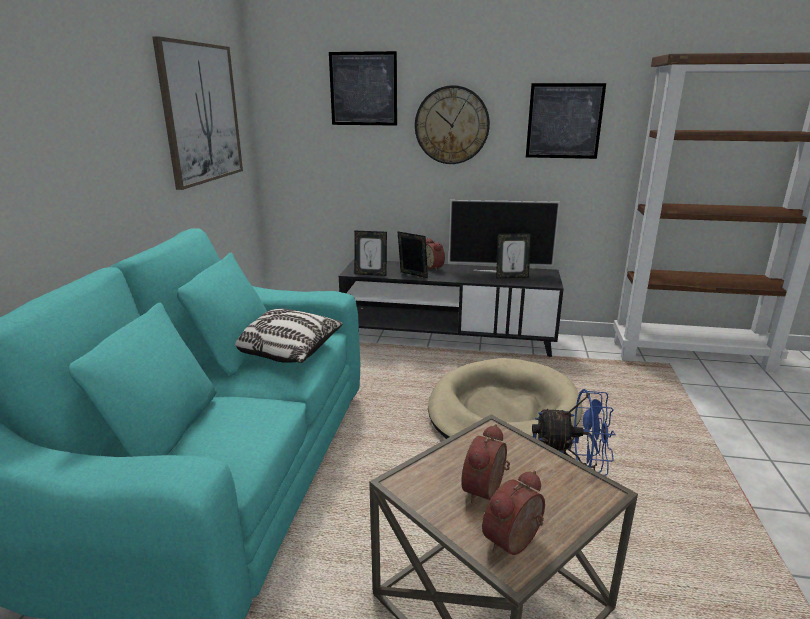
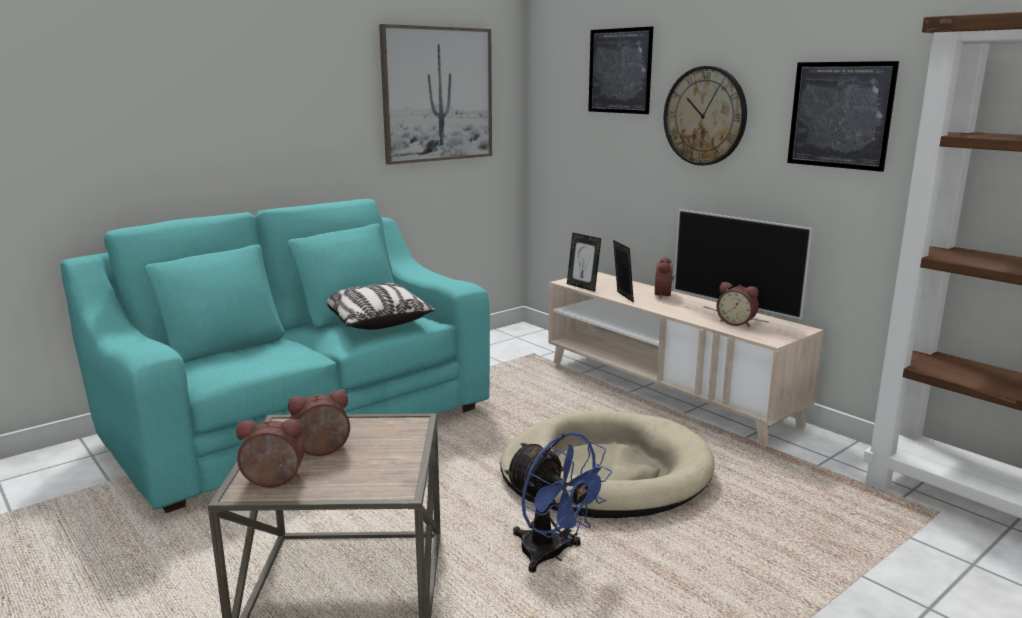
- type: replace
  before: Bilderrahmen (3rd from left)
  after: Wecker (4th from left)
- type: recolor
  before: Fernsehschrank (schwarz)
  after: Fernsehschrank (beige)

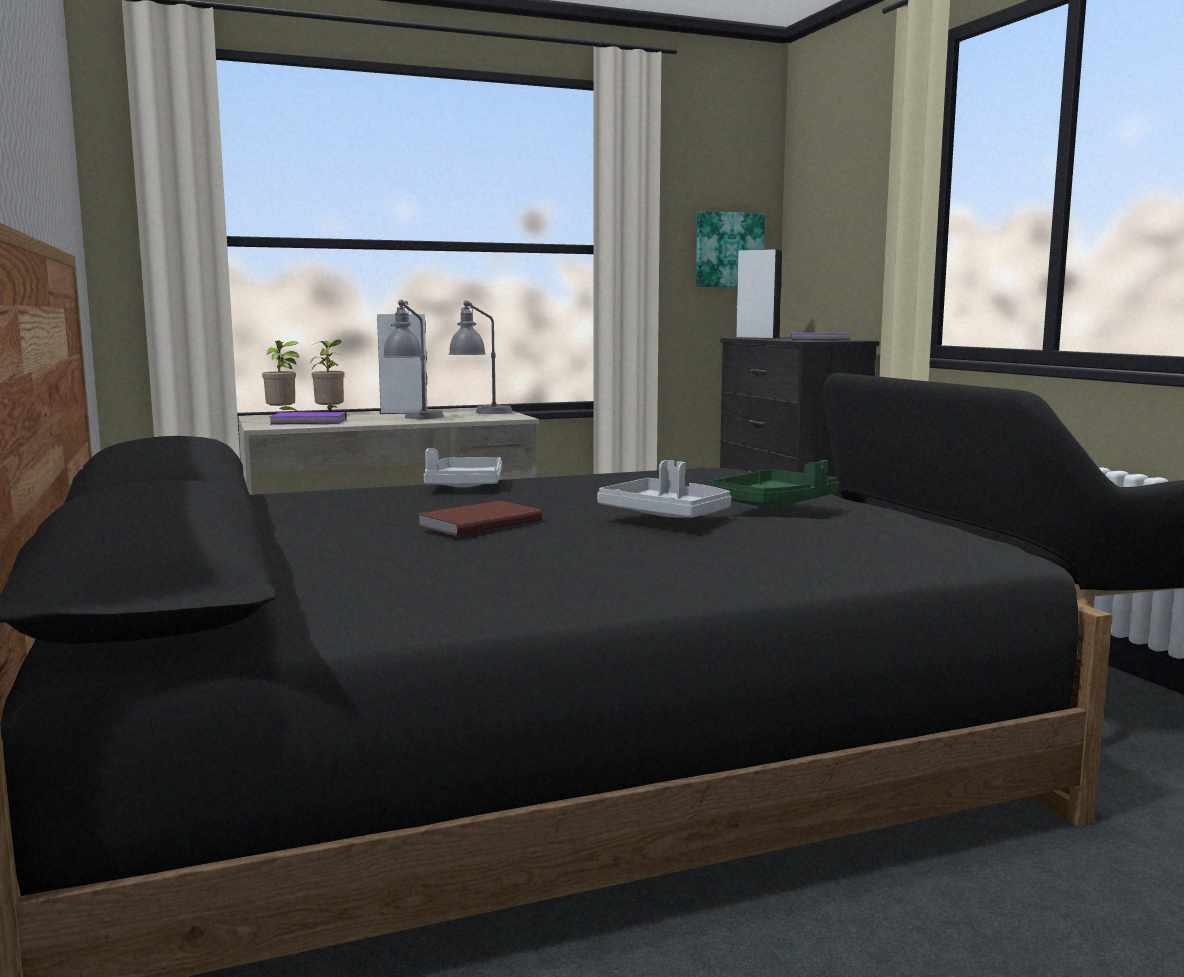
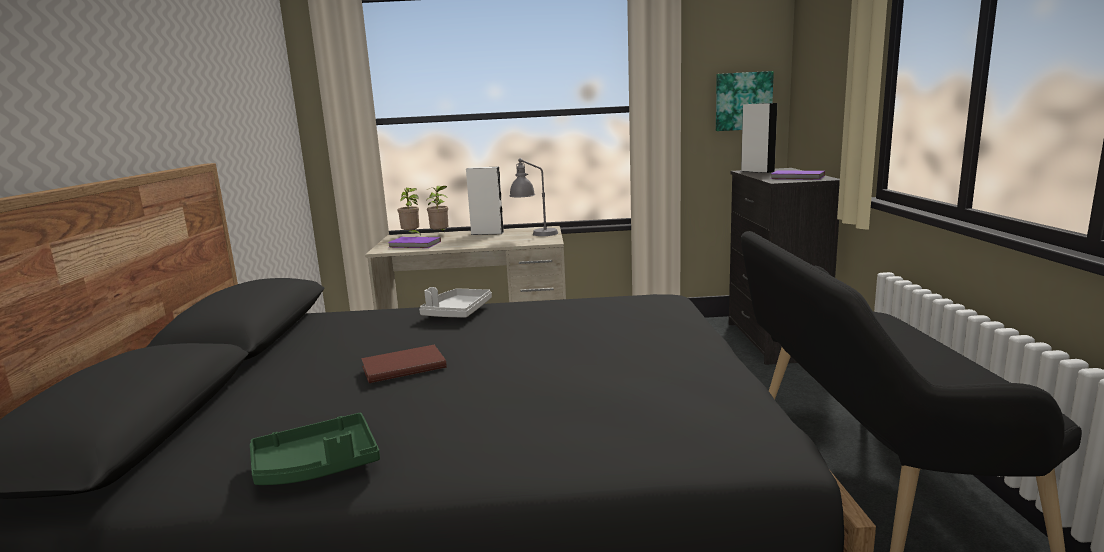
- type: delete
  before: Tischlampe (grau) (1st from left)
- type: delete
  before: Tablett (grau) (2nd from left)
- type: move
  before: Tablett (grün)

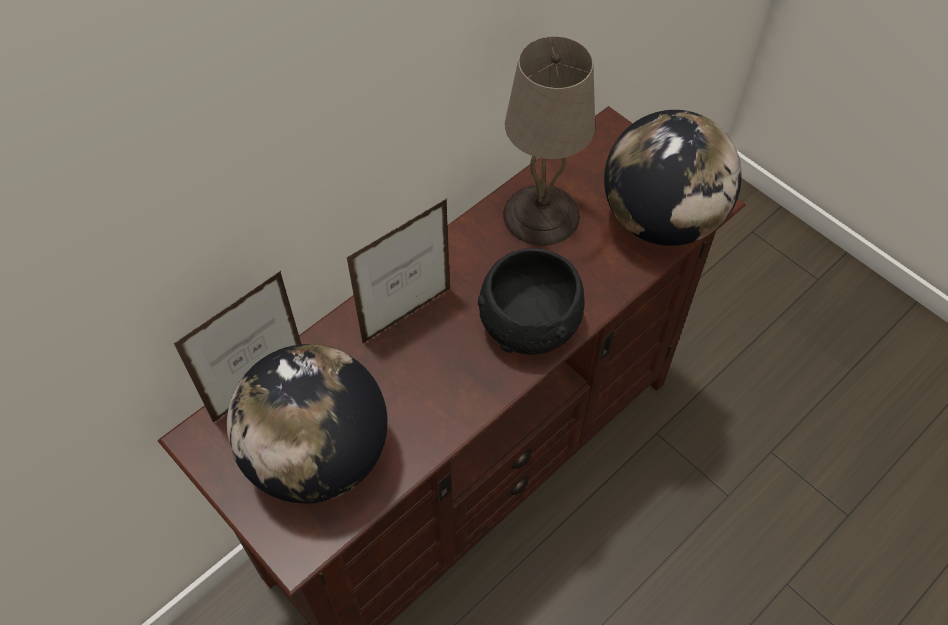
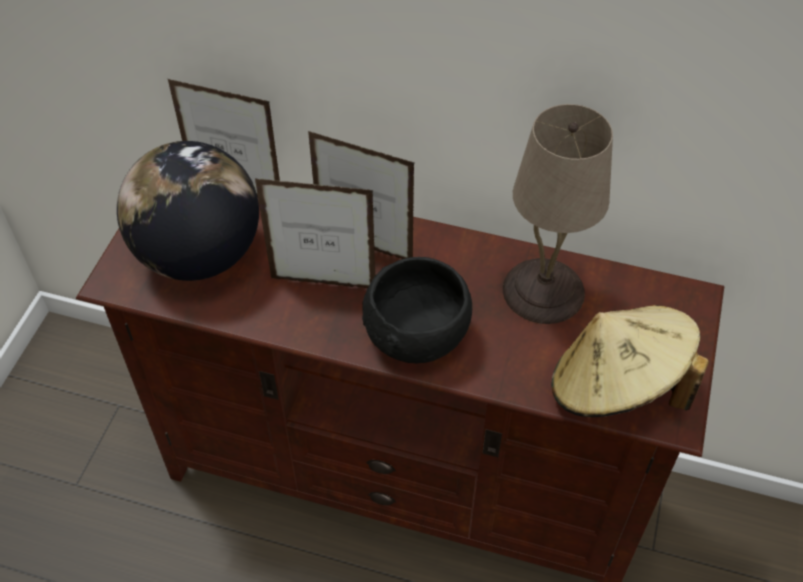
- type: replace
  before: Globus (2nd from left)
  after: Hut (beige)
- type: insert
  after: Bilderrahmen (2nd from left)

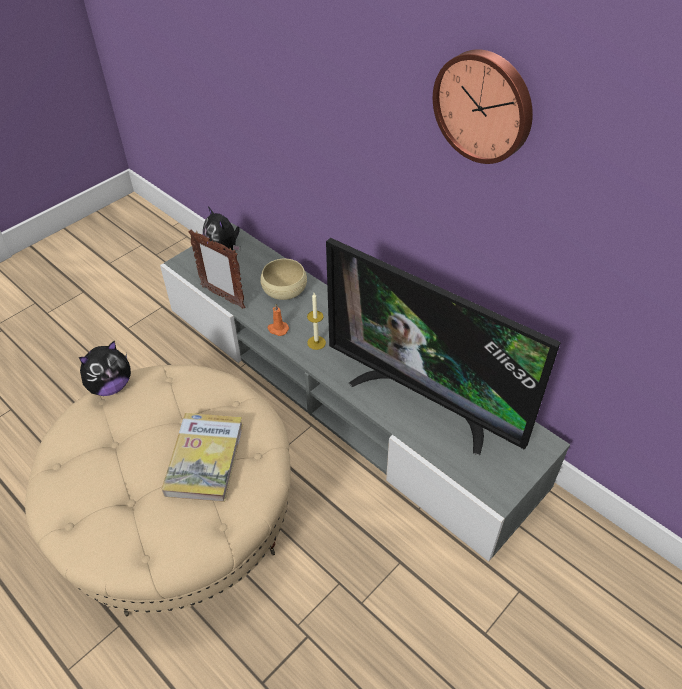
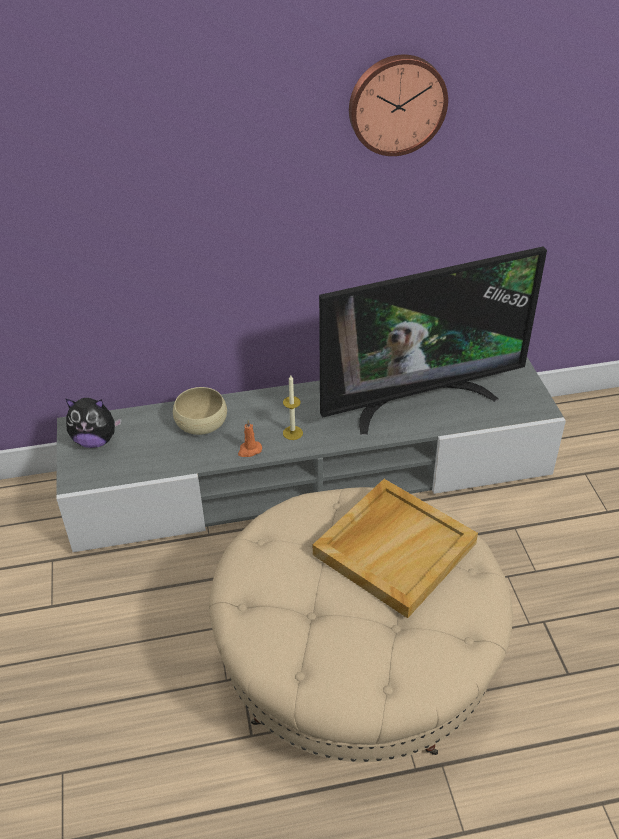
- type: delete
  before: Bilderrahmen
- type: delete
  before: Plüschtier (1st from left)
- type: replace
  before: Buch
  after: Tablett (beige)

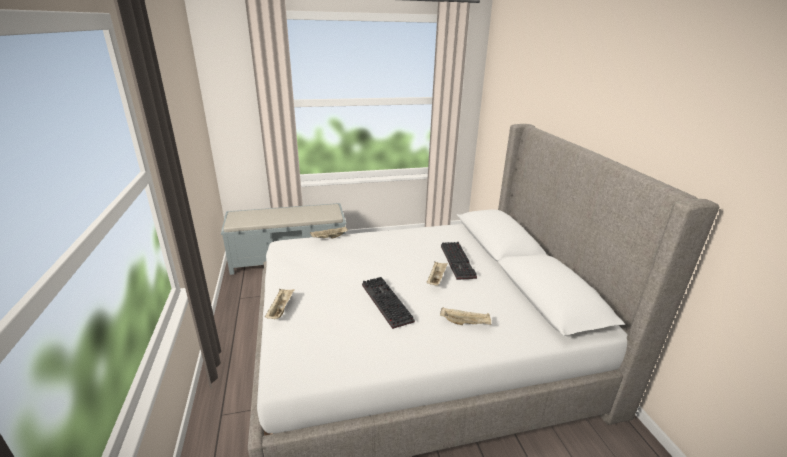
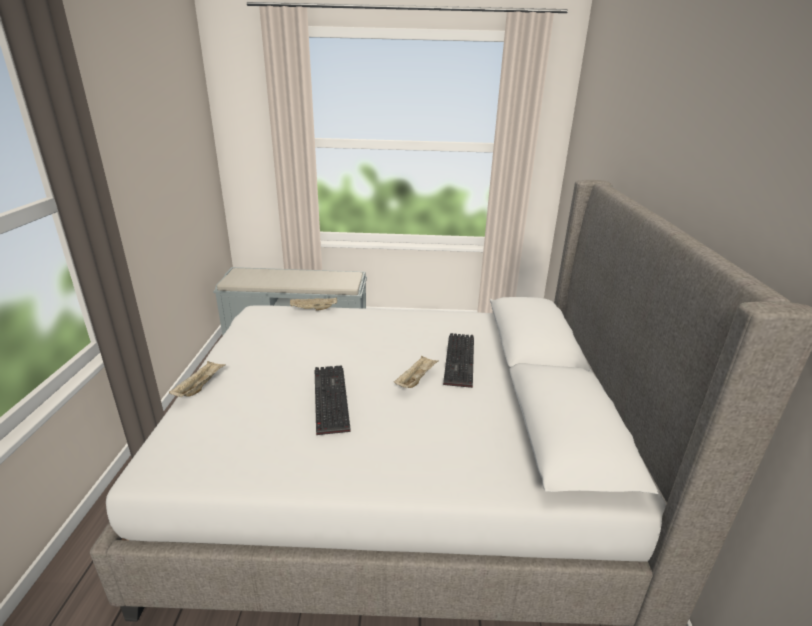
- type: delete
  before: Tablett (beige) (4th from left)

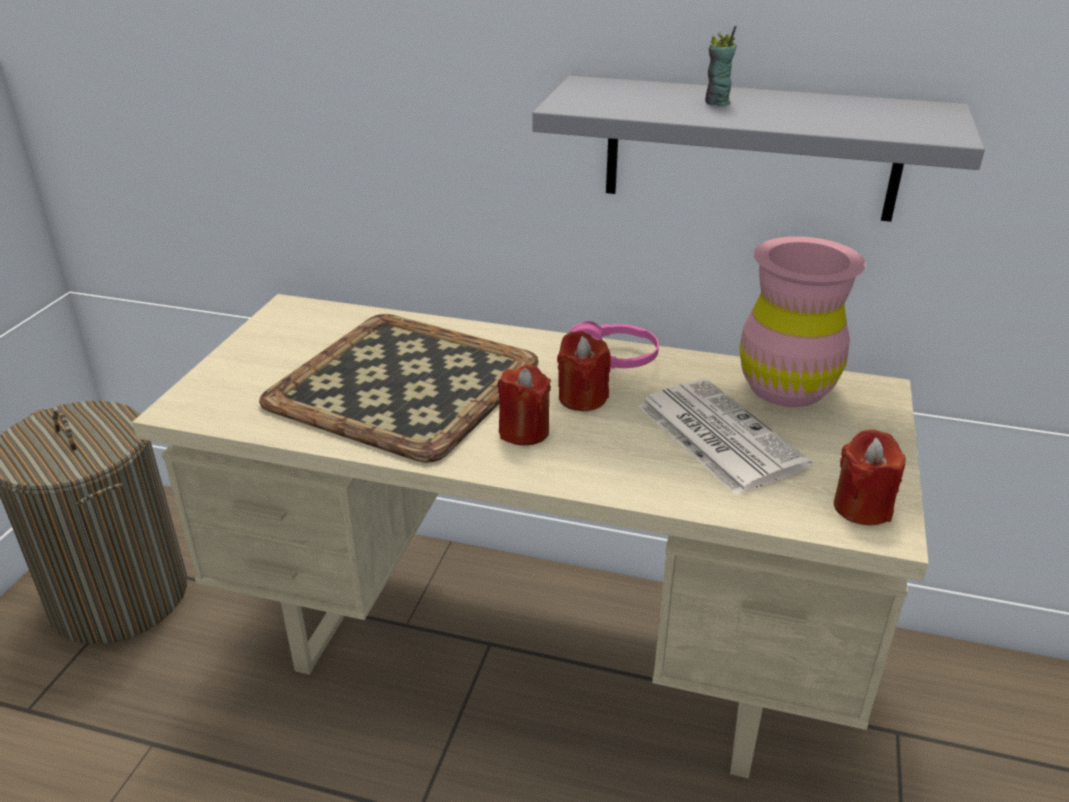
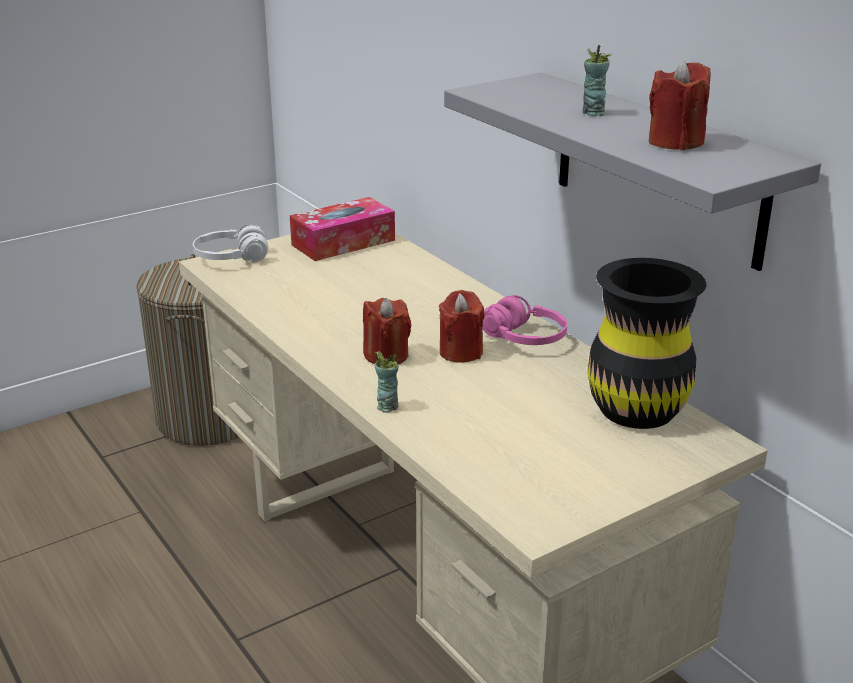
- type: recolor
  before: Vase (rosa)
  after: Vase (schwarz)
- type: delete
  before: Tablett
- type: delete
  before: Zeitung
- type: move
  before: Kerze (rot) (3rd from left)
- type: insert
  after: Taschentuchbox
- type: insert
  after: Kopfhörer (weiß)
- type: insert
  after: Tasse (1st from left)

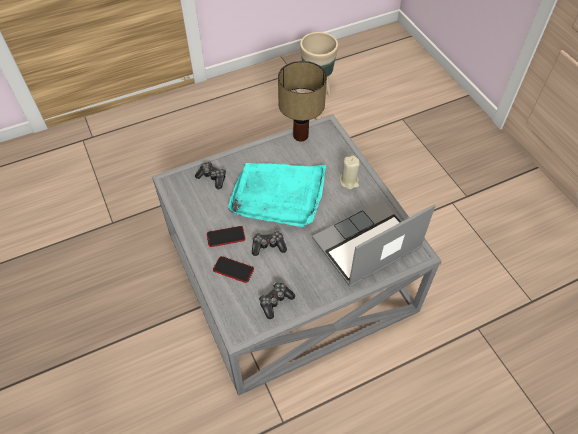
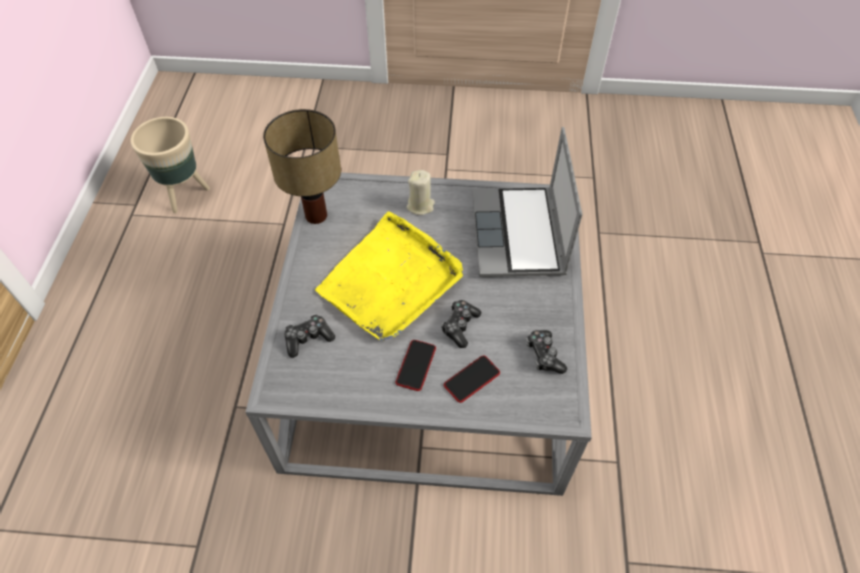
- type: recolor
  before: Tablett (türkis)
  after: Tablett (gelb)

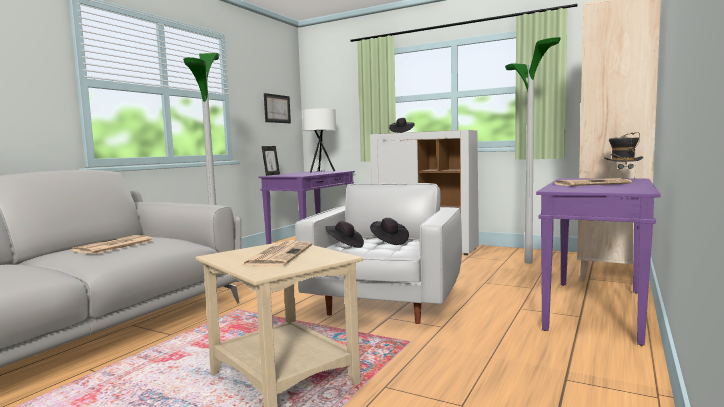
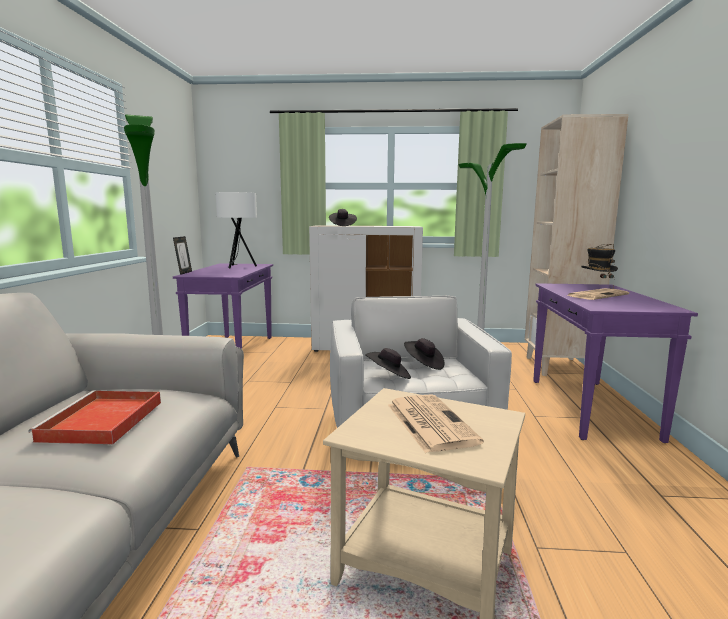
- type: delete
  before: Bild
- type: replace
  before: Zeitung (1st from left)
  after: Tablett (rot)

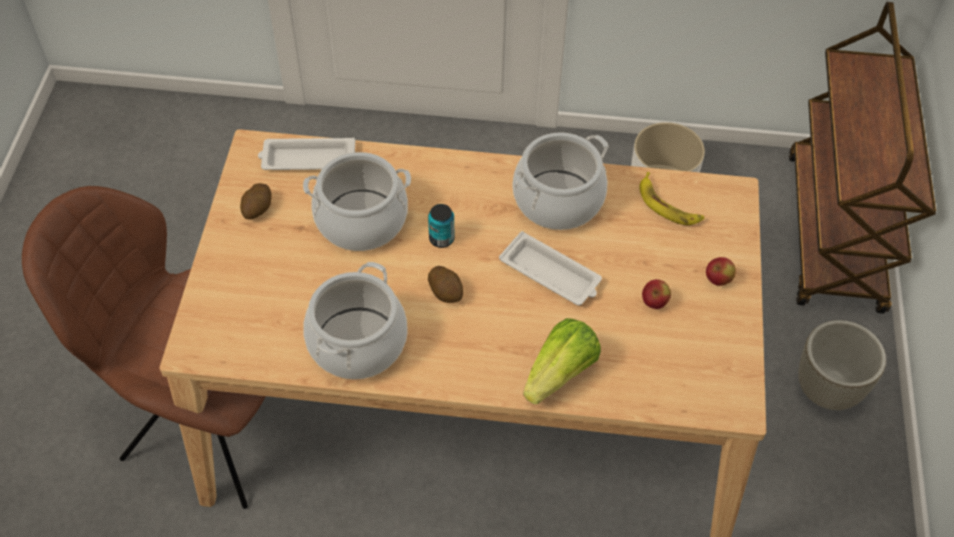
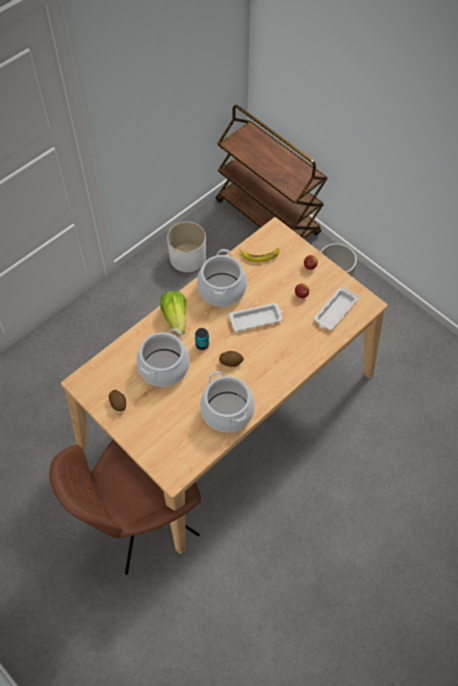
- type: move
  before: Tablett (weiß) (1st from left in the first image)
  after: Tablett (weiß) (2nd from left)
- type: move
  before: Salatkopf

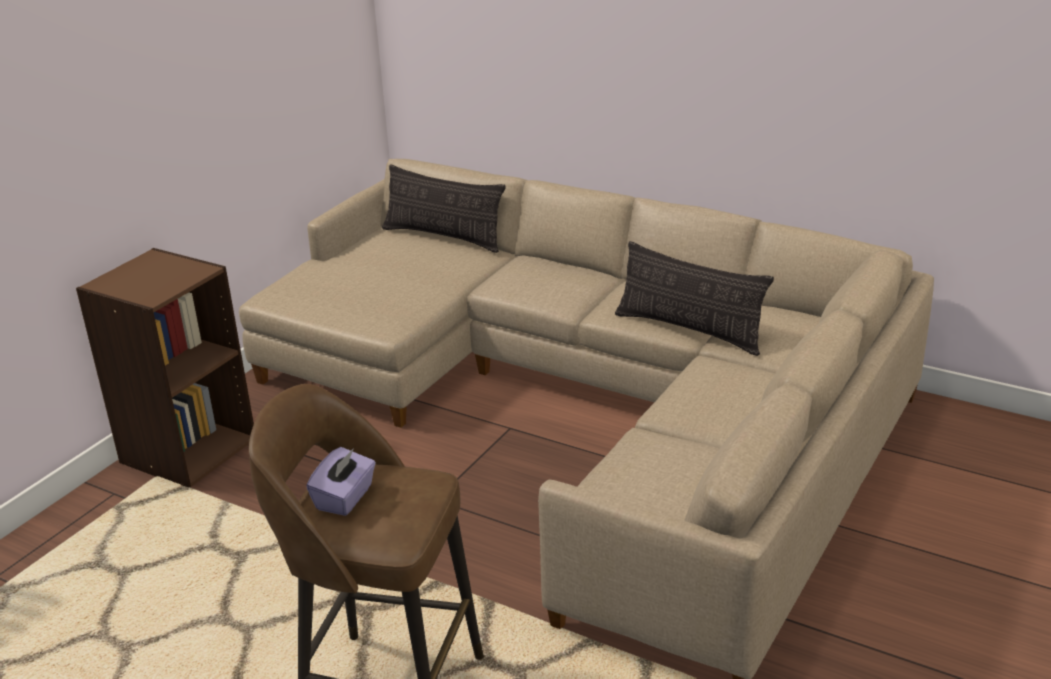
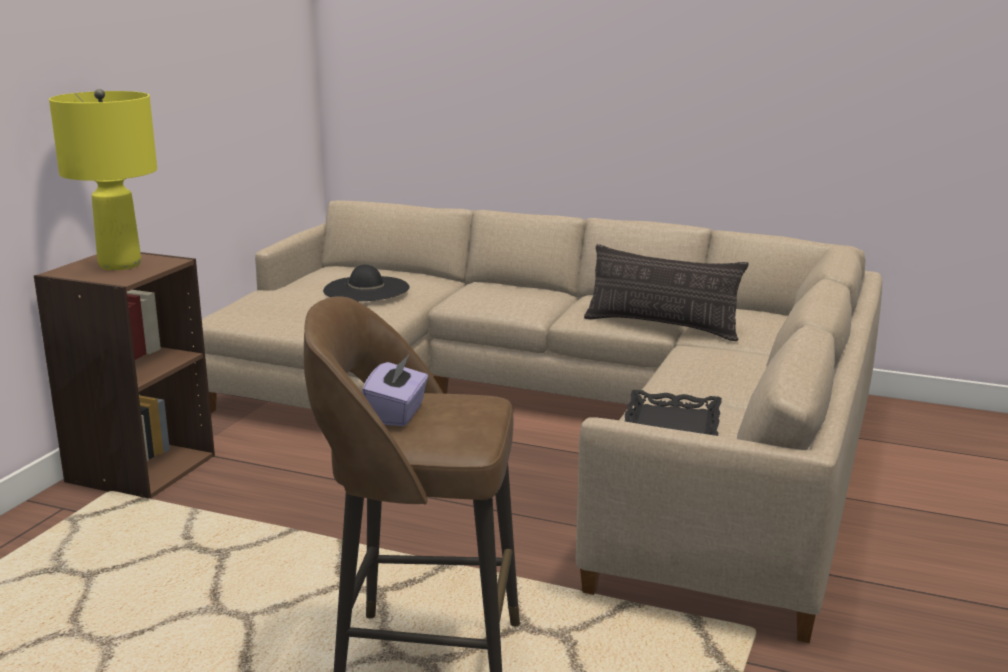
- type: delete
  before: Kissen (1st from left)
- type: insert
  after: Tischlampe (gelb)
- type: insert
  after: Hut (schwarz)
- type: insert
  after: Tablett (schwarz)

